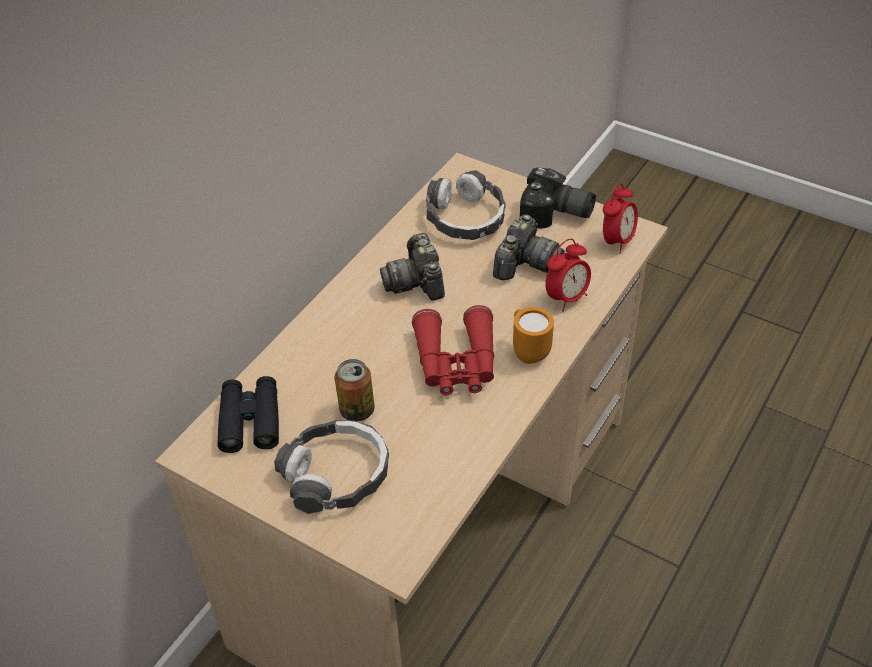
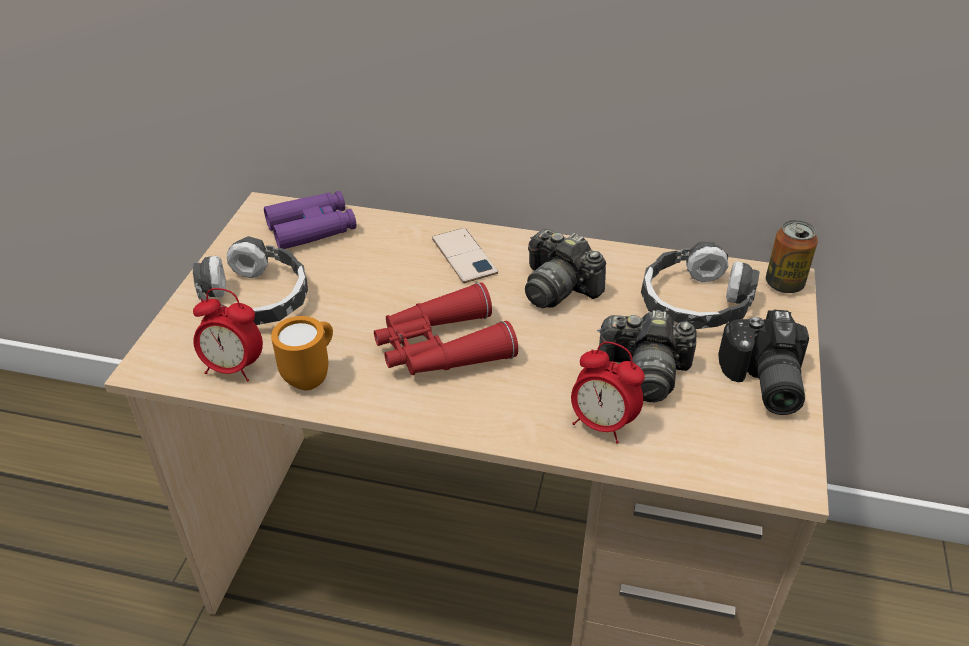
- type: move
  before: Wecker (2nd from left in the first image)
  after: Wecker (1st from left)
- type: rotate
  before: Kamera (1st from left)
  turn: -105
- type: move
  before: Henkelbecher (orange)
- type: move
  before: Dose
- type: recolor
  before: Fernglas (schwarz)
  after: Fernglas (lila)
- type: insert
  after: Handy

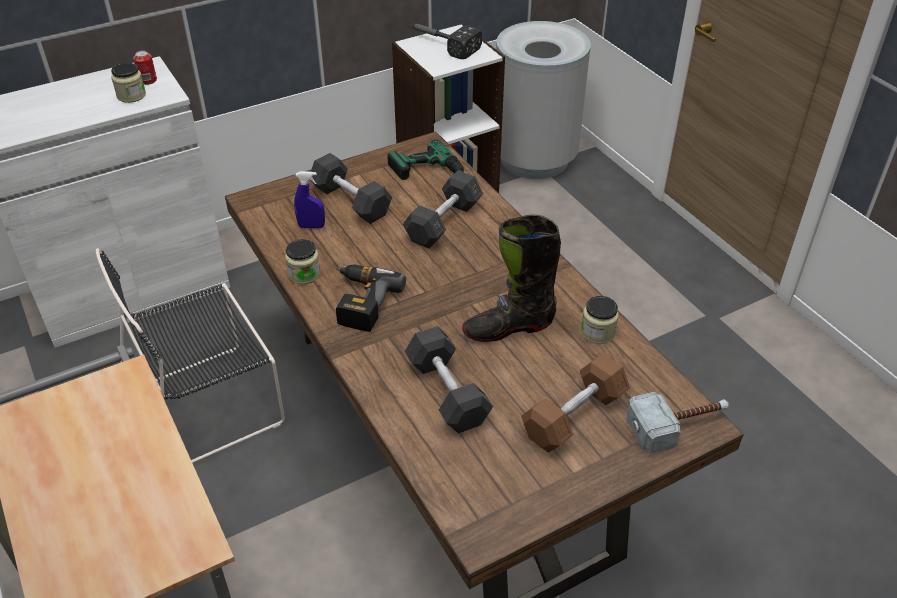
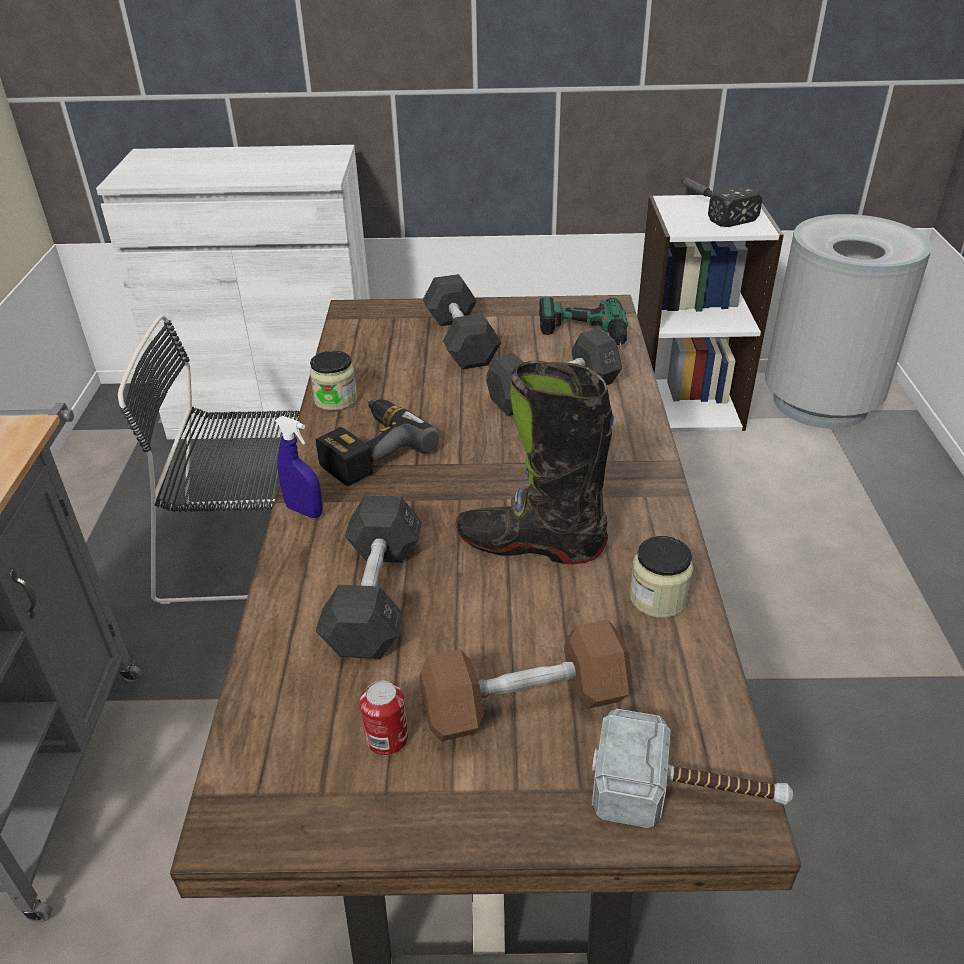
- type: move
  before: Dose
- type: delete
  before: Vorratsglas (1st from left)
- type: move
  before: Sprühflasche (blau)

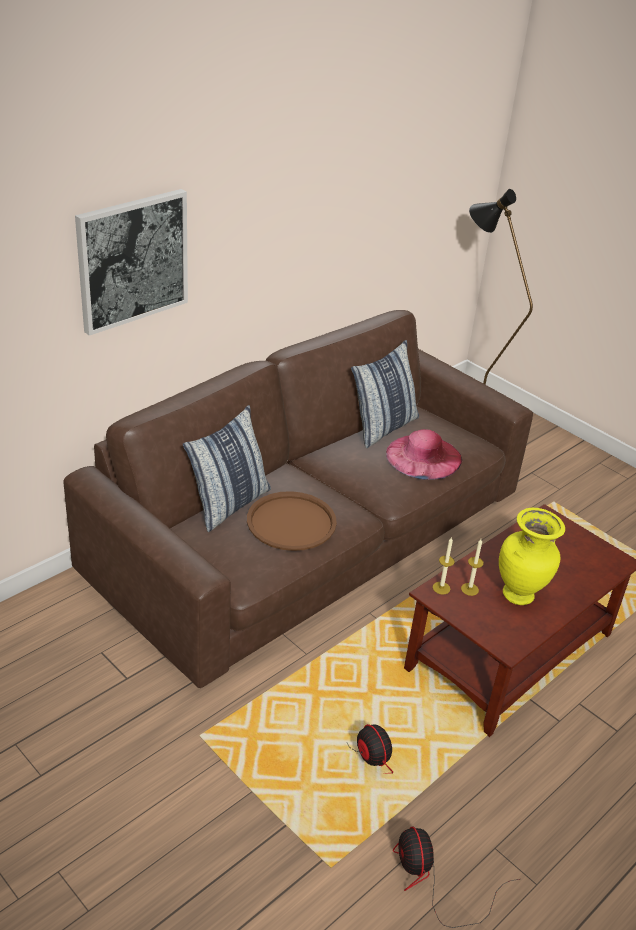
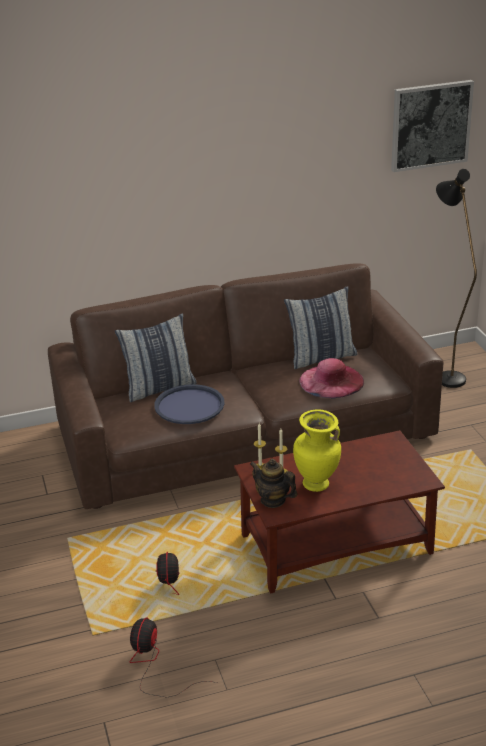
- type: move
  before: Bild
- type: recolor
  before: Tablett (braun)
  after: Tablett (blau)
- type: insert
  after: Teekanne

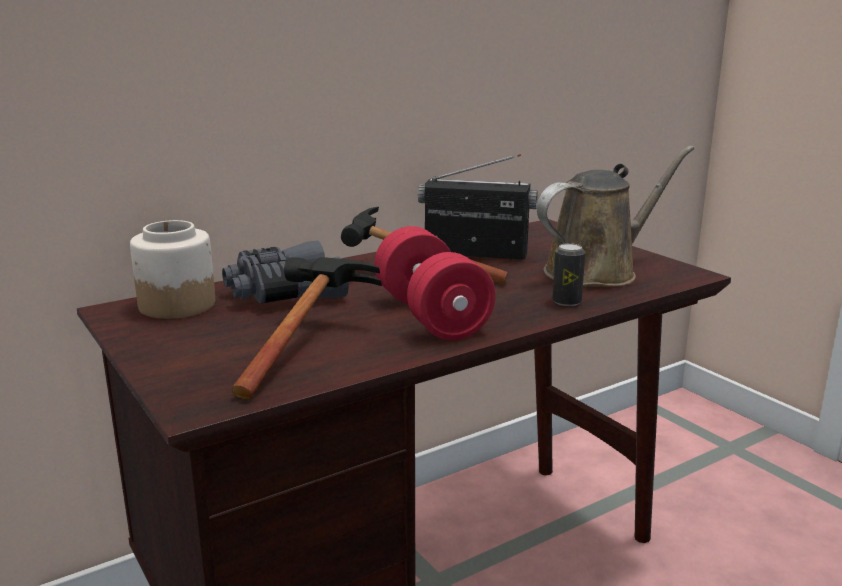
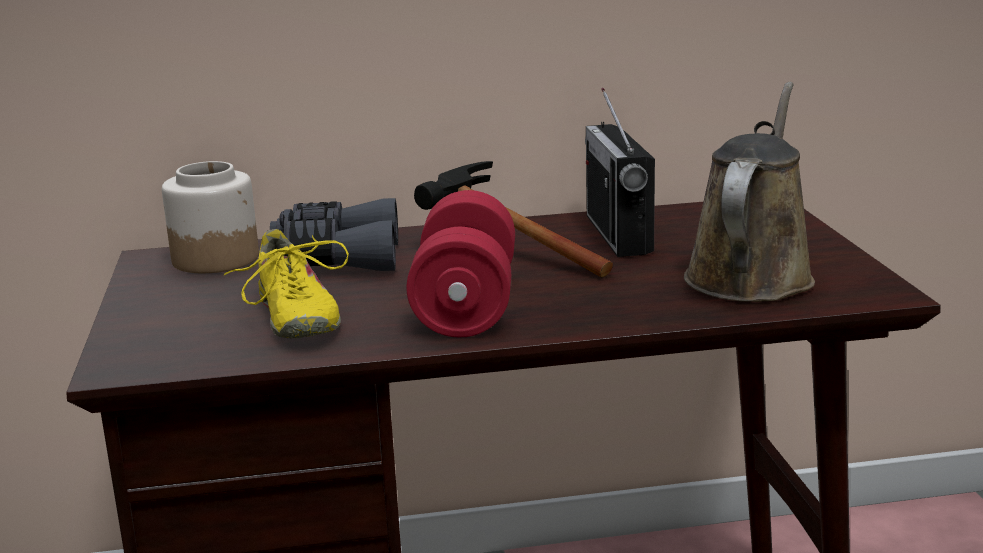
- type: rotate
  before: Gießkanne (braun)
  turn: -60
- type: rotate
  before: Radio
  turn: -135
- type: delete
  before: Dose
- type: replace
  before: Hammer (1st from left)
  after: Schuh (gelb)

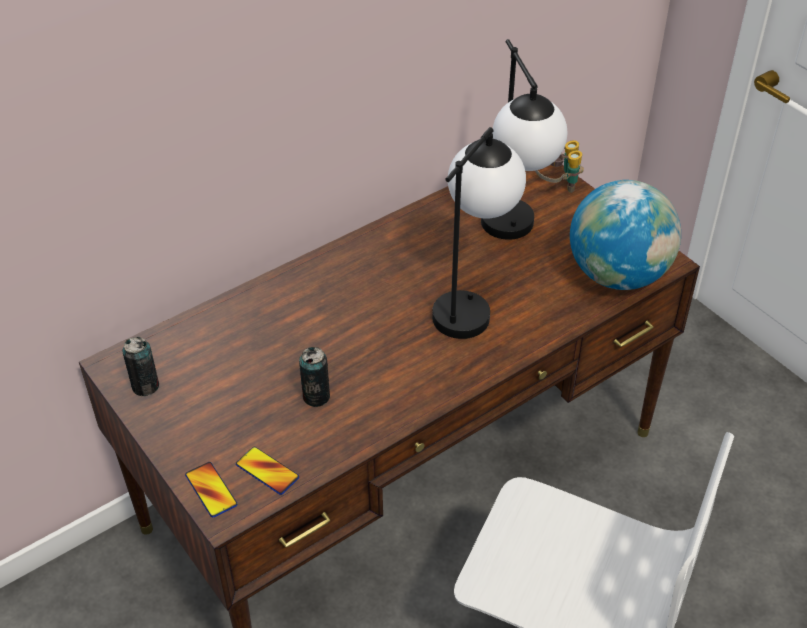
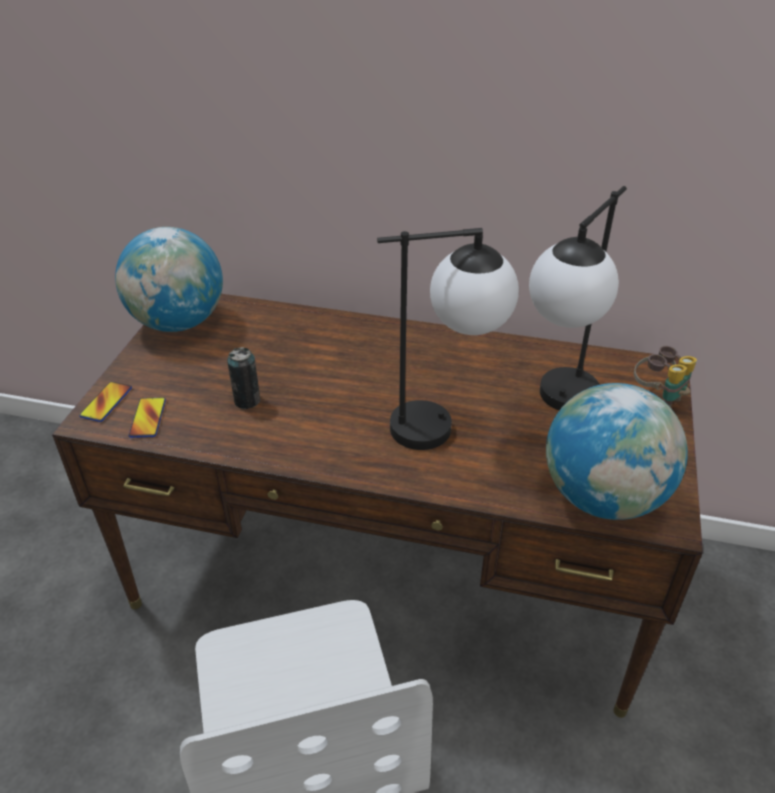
- type: replace
  before: Dose (1st from left)
  after: Globus (1st from left)

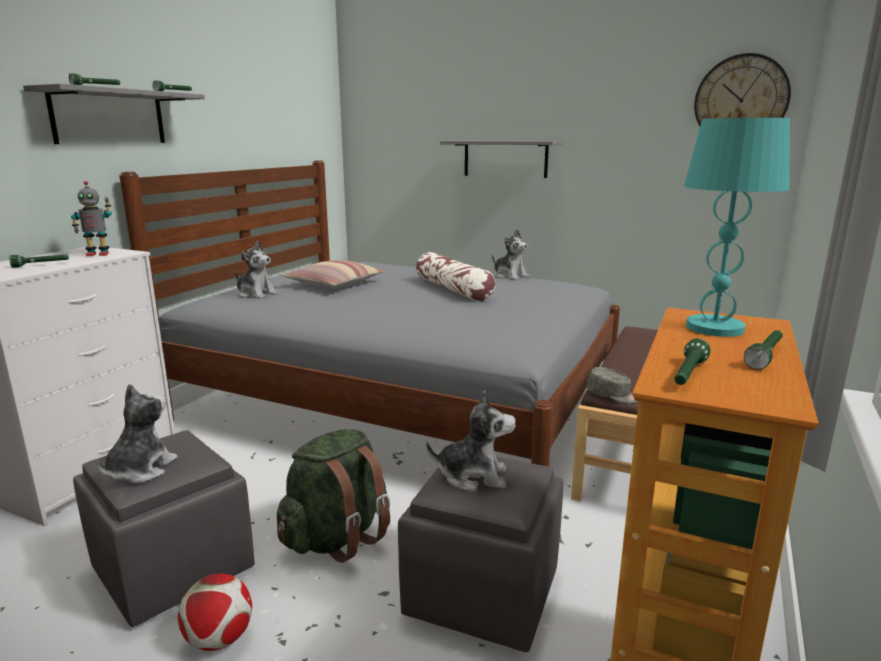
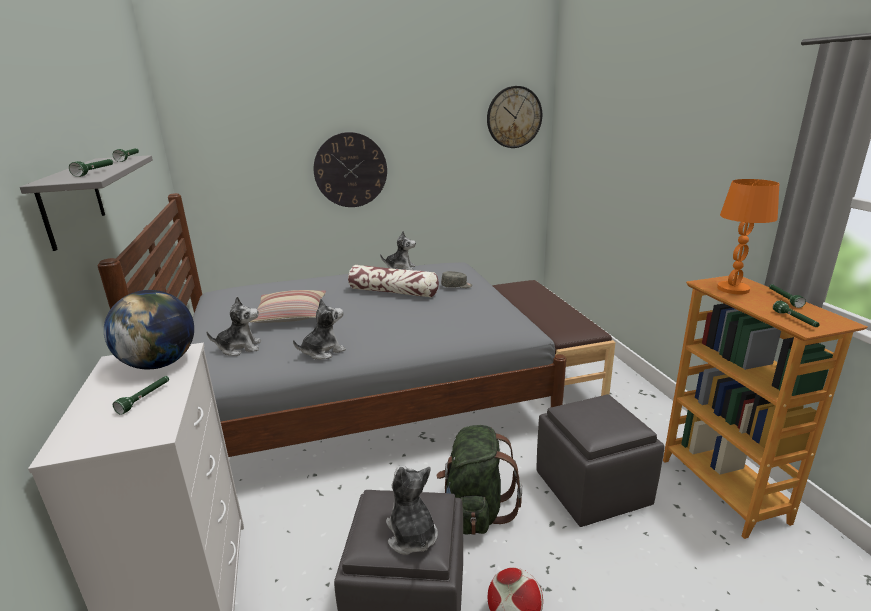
- type: recolor
  before: Tischlampe (türkis)
  after: Tischlampe (orange)
- type: replace
  before: Wandregal (grau) (2nd from left)
  after: Wanduhr (1st from left)
- type: replace
  before: Spielzeugroboter
  after: Globus
- type: move
  before: Kappe (grau)
- type: move
  before: Plüschtier (3rd from left in the first image)
  after: Plüschtier (2nd from left)

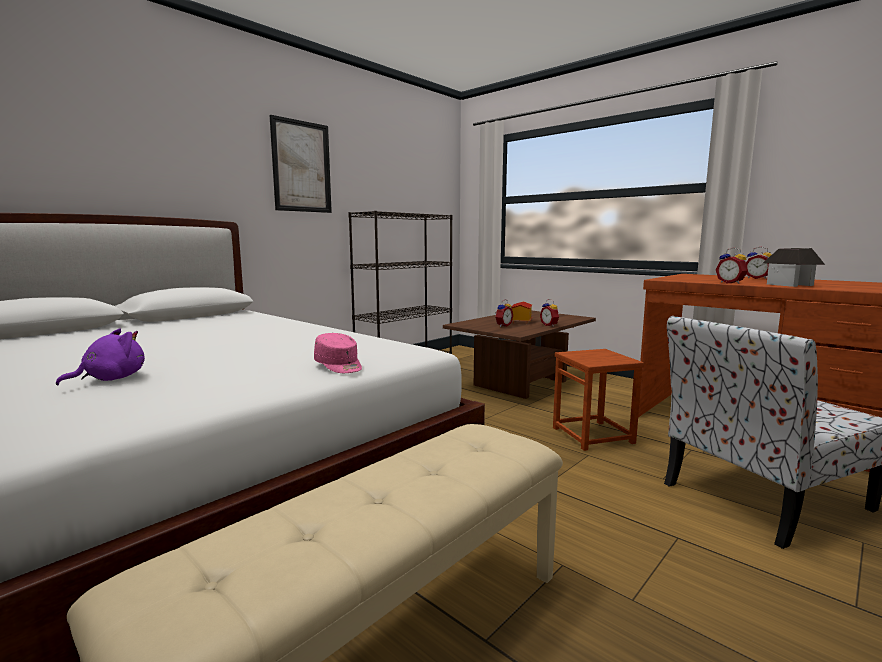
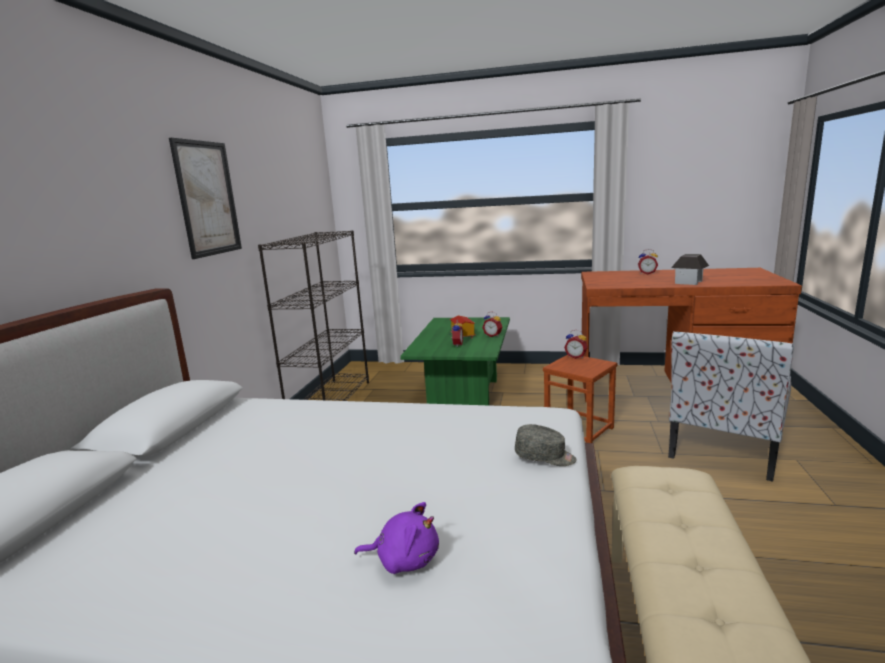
- type: move
  before: Wecker (3rd from left)
- type: recolor
  before: Couchtisch (braun)
  after: Couchtisch (grün)
- type: rotate
  before: Plüschtier (lila)
  turn: 90
- type: recolor
  before: Kappe (rosa)
  after: Kappe (grau)

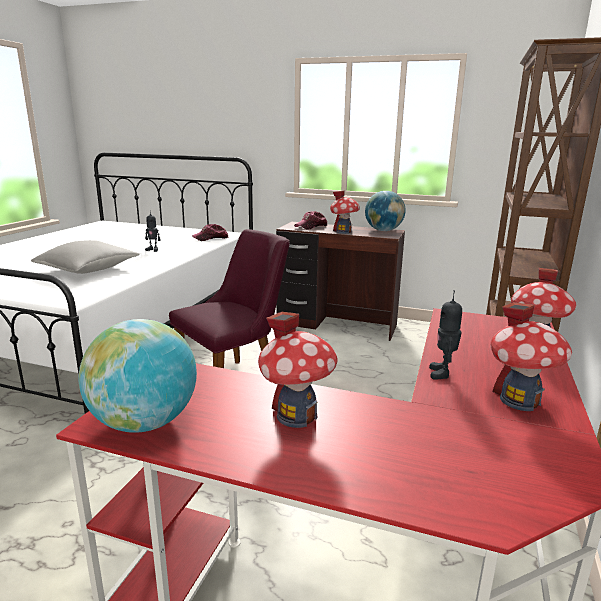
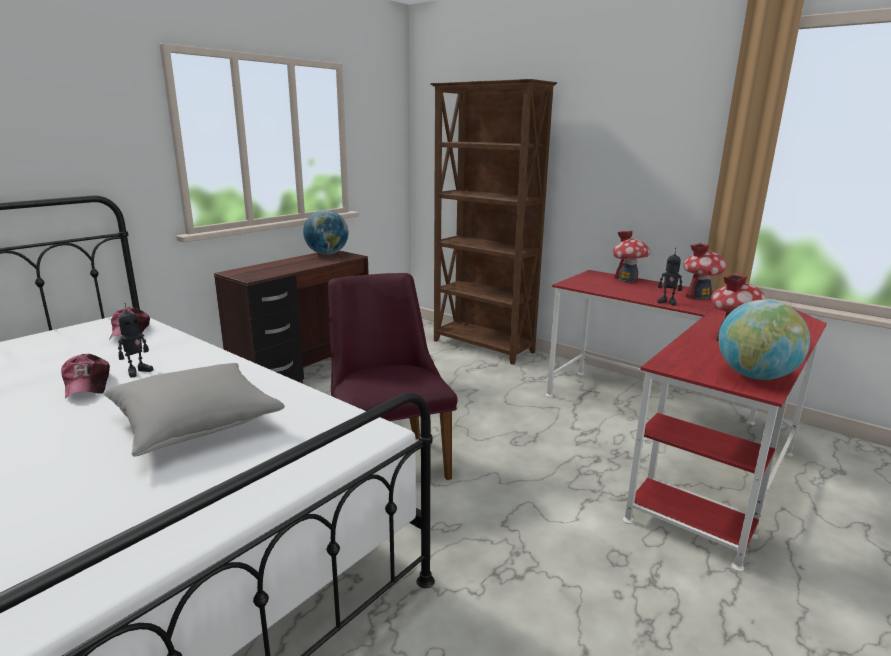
- type: delete
  before: Spielzeughaus (2nd from left)
- type: move
  before: Kappe (2nd from left in the first image)
  after: Kappe (1st from left)

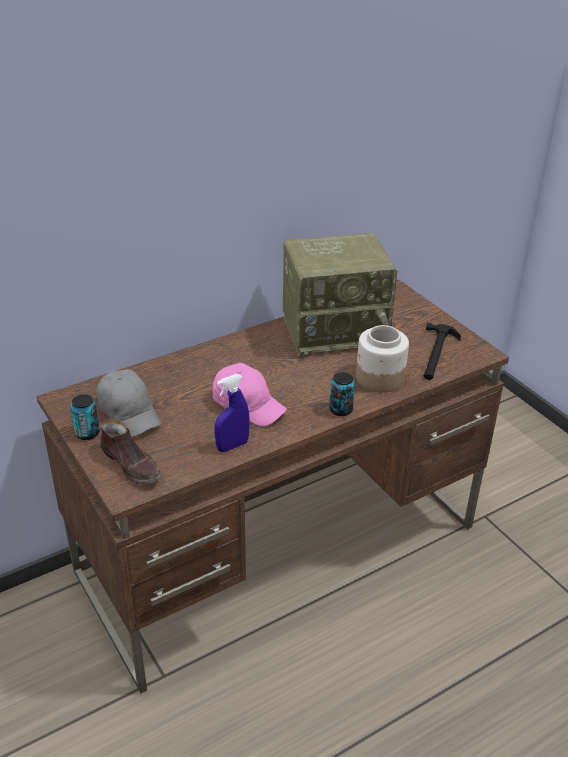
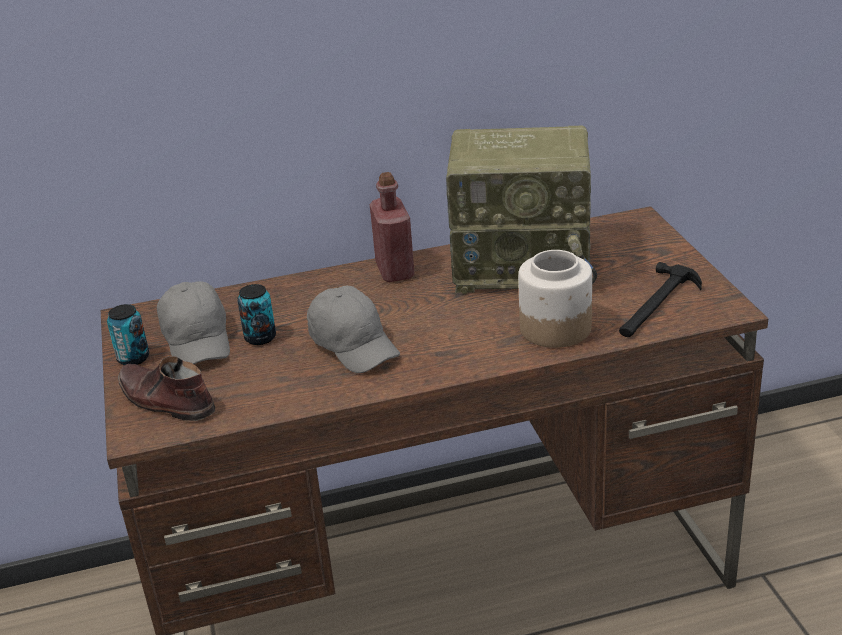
- type: recolor
  before: Kappe (rosa)
  after: Kappe (grau) (2nd from left)
- type: move
  before: Dose (2nd from left)
- type: delete
  before: Sprühflasche (blau)
- type: rotate
  before: Schuh (braun)
  turn: 150
- type: insert
  after: Flasche (rot)

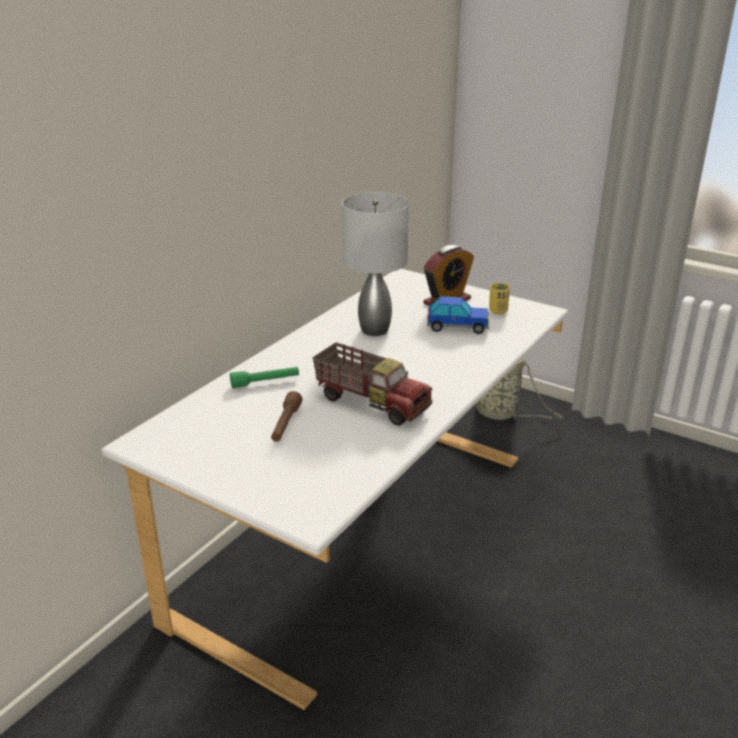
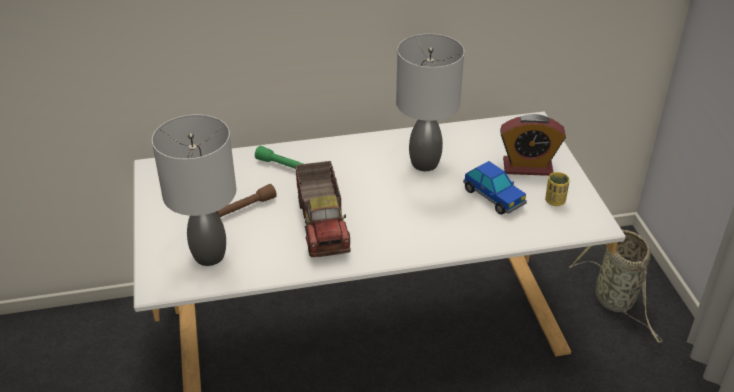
- type: insert
  after: Tischlampe (grau) (1st from left)

